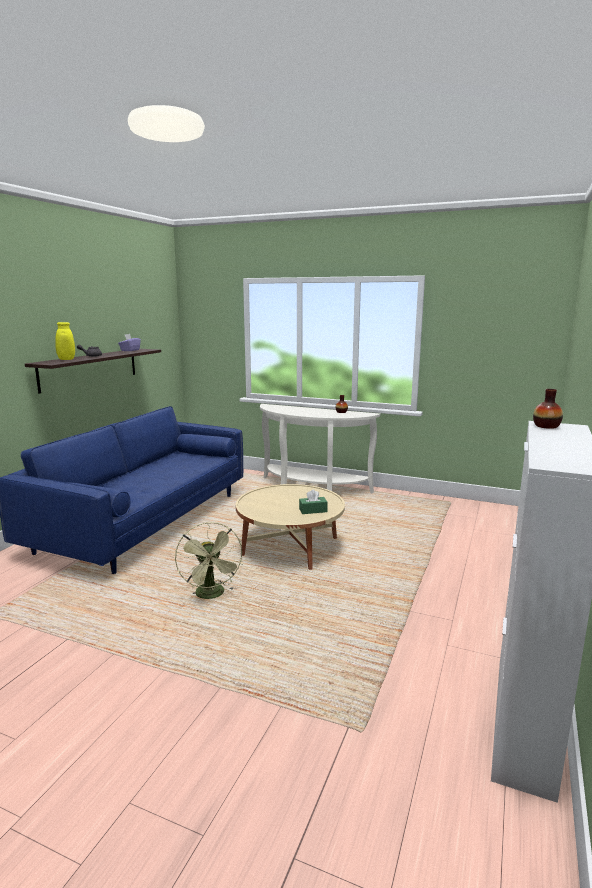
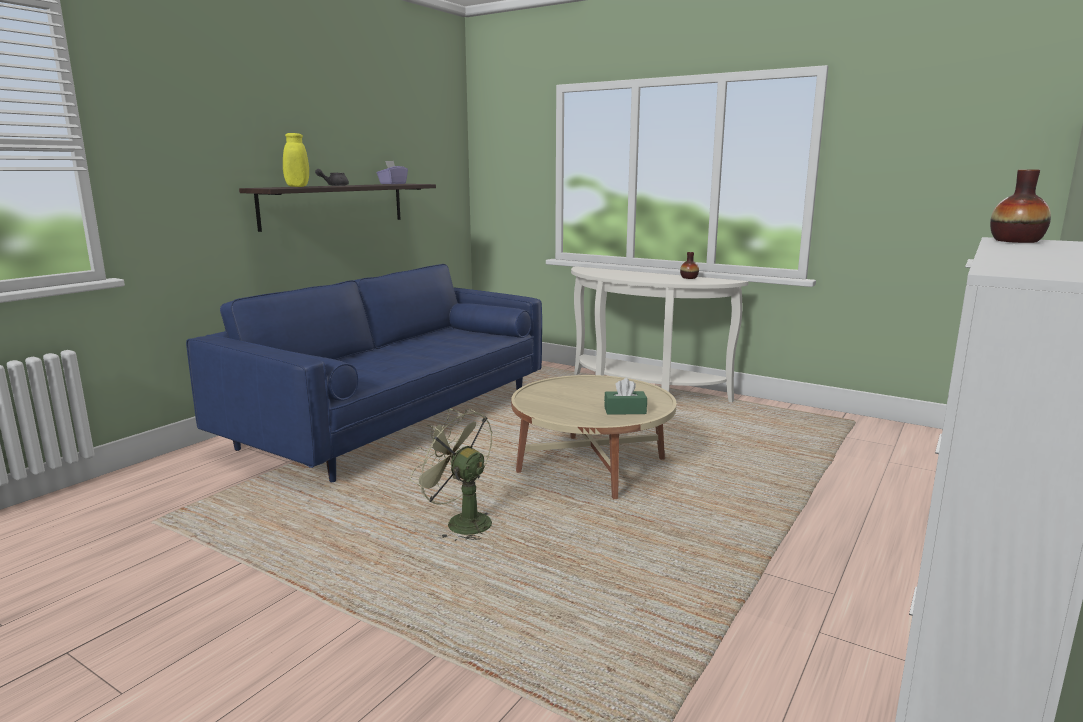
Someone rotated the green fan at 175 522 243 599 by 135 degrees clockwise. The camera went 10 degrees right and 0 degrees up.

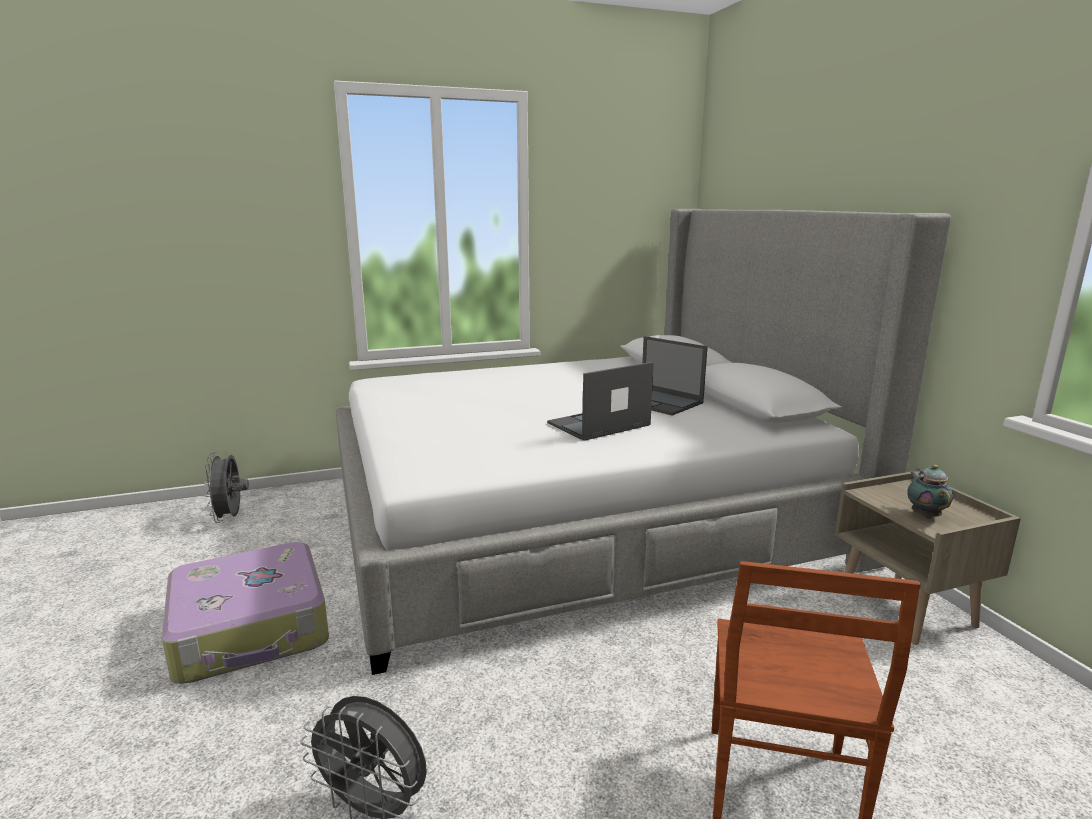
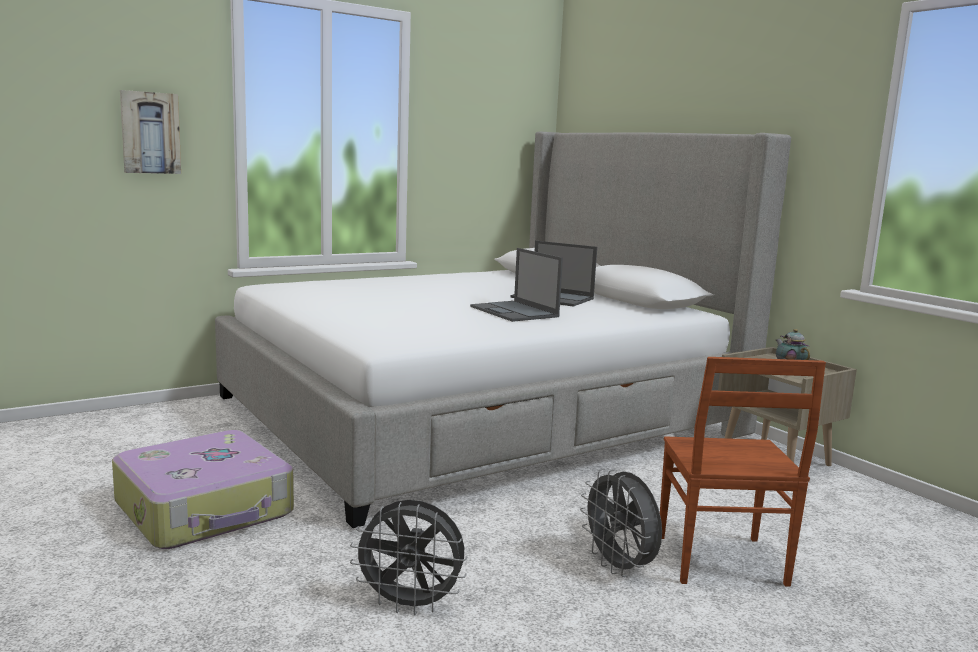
Someone put up the picture at 120 90 181 174. Someone carried the grey fan from 204 452 249 523 to 580 468 662 577. Someone rotated the laptop at 547 362 654 441 by 75 degrees counterclockwise. The camera went 15 degrees left and 5 degrees down.

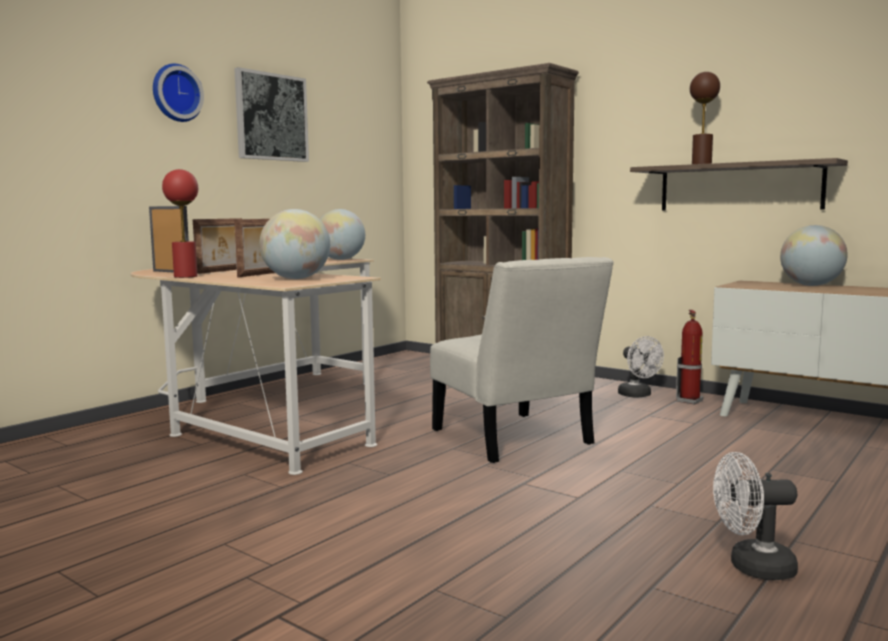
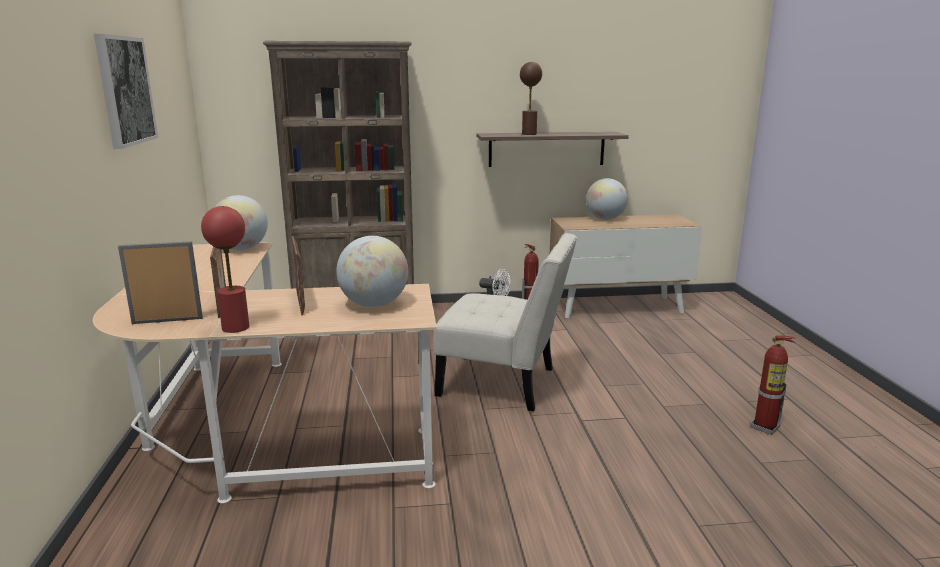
Someone took away the wall clock at 153 64 204 122. Someone swapped the white fan at 713 452 798 580 for the fire extinguisher at 750 336 796 435. The camera went 45 degrees left and 10 degrees up.

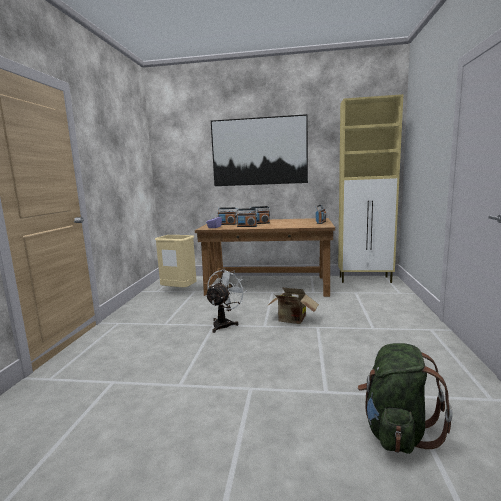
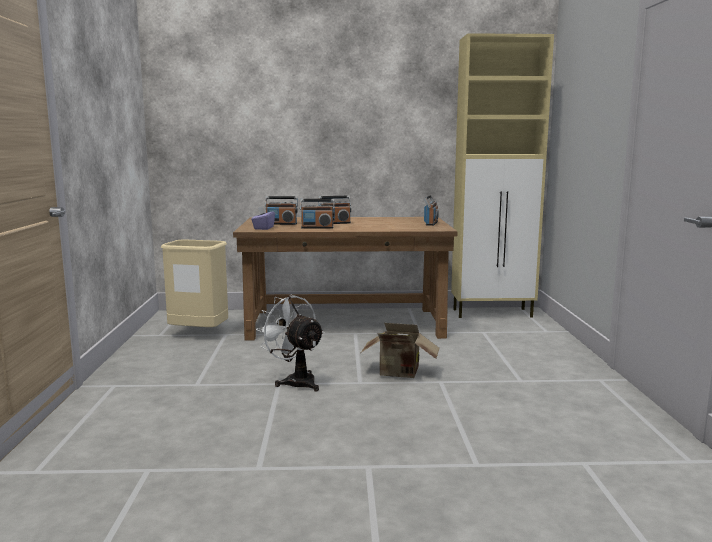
Someone took away the picture at 211 114 308 186. Someone took away the green backpack at 358 343 453 454. Someone rotated the white fan at 205 269 247 333 by 60 degrees counterclockwise. The camera went 10 degrees left and 0 degrees up.

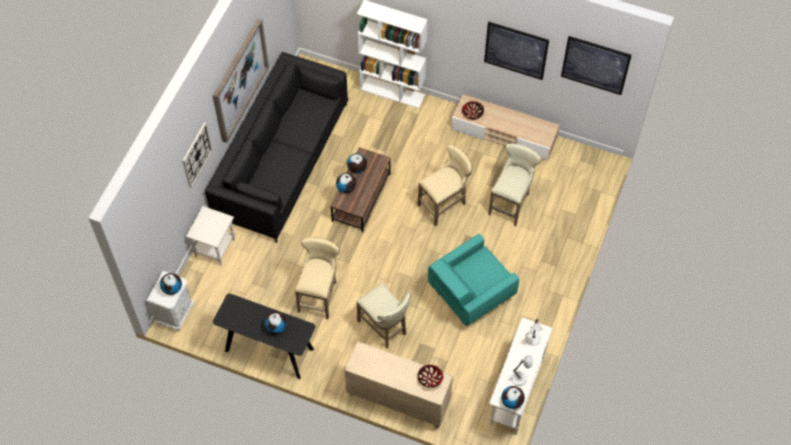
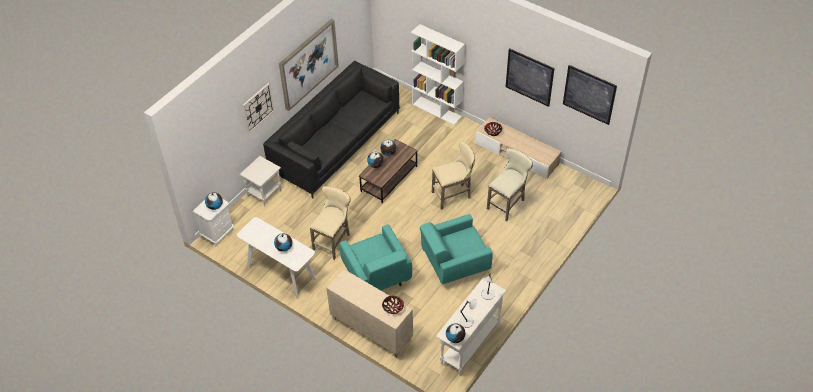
Someone swapped the beige stool at 356 283 411 349 for the turquoise armchair at 340 224 412 290. Someone repainted the black console table at 213 294 316 379, which became the white console table at 237 217 316 299. The camera went 15 degrees right and 10 degrees down.

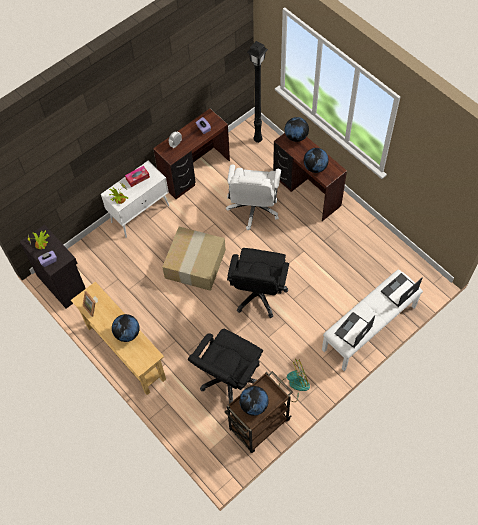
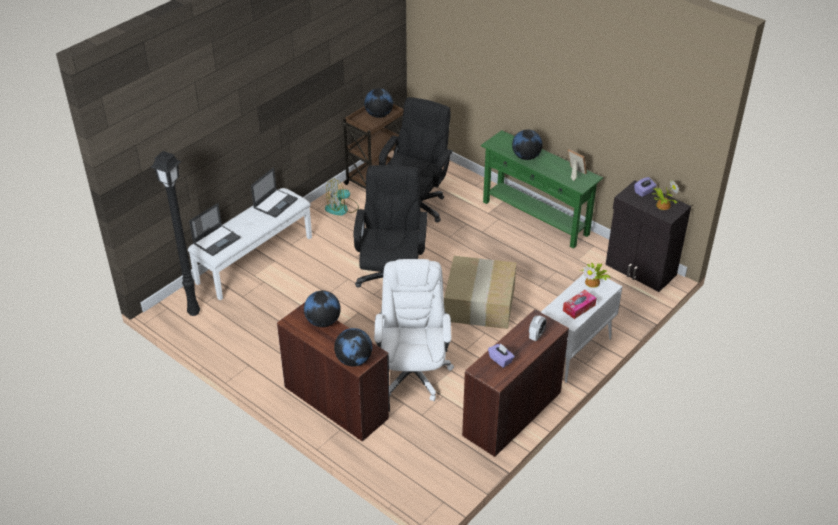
Someone carried the black floor lamp from 247 41 268 143 to 151 151 200 316. Someone repainted the beige console table at 71 282 166 395, which became the green console table at 481 130 603 249. The camera went 170 degrees right and 20 degrees down.

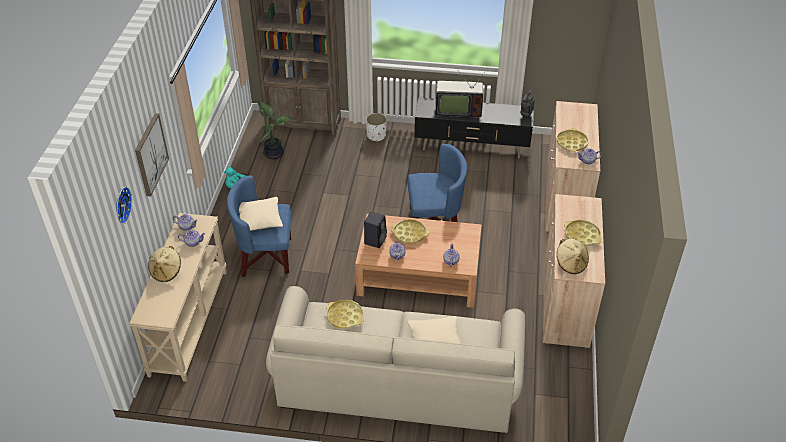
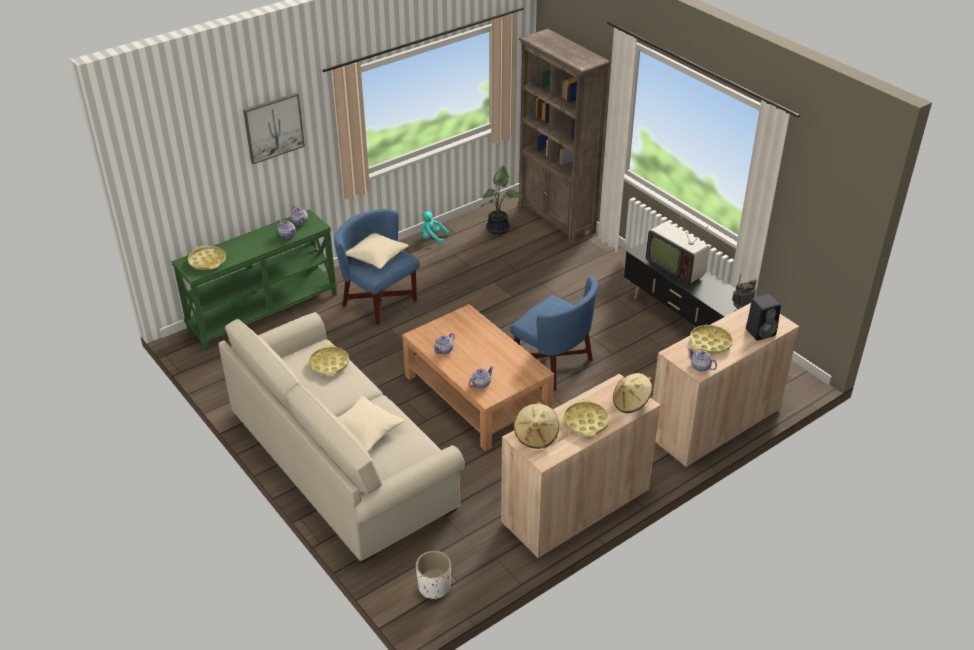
Someone took away the wall clock at 116 187 132 224. Someone carried the beige hat from 148 246 181 282 to 613 373 653 413. Someone carried the black speaker from 364 211 387 248 to 746 294 781 341. Someone carried the white planter from 366 113 387 142 to 416 551 451 599. Someone carried the yellow tray from 391 219 429 244 to 188 246 226 270. Someone repainted the beige console table at 129 213 227 382, which became the green console table at 171 209 337 351. The camera went 45 degrees right and 5 degrees down.

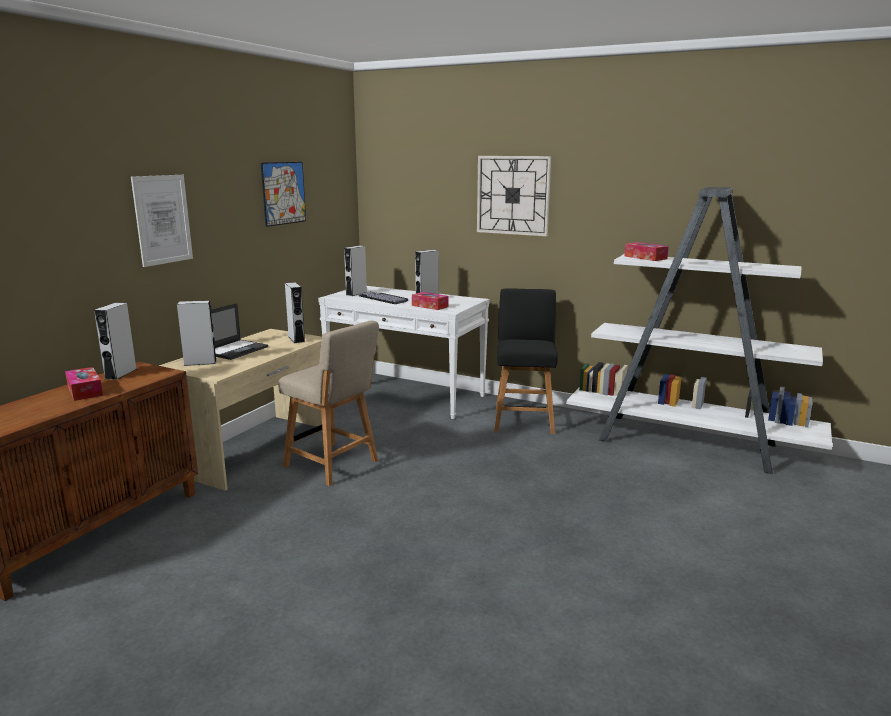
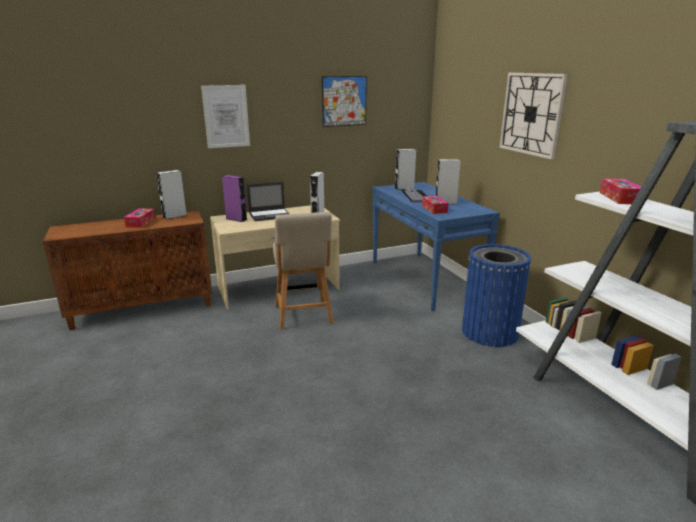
Someone swapped the black chair at 494 288 558 434 for the blue trash can at 462 244 531 347. Someone repainted the grey speaker at 177 300 217 366, which became the purple speaker at 222 175 247 222. Someone repainted the white console table at 318 286 490 419, which became the blue console table at 372 182 500 311. The camera went 40 degrees right and 5 degrees up.

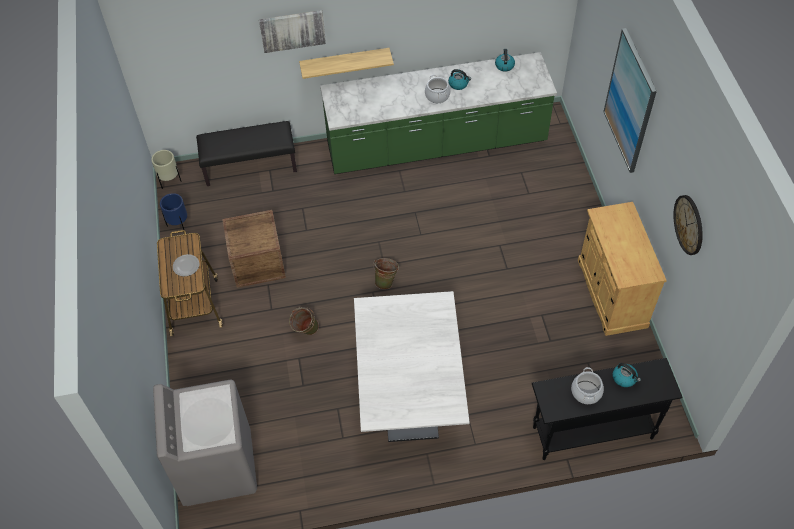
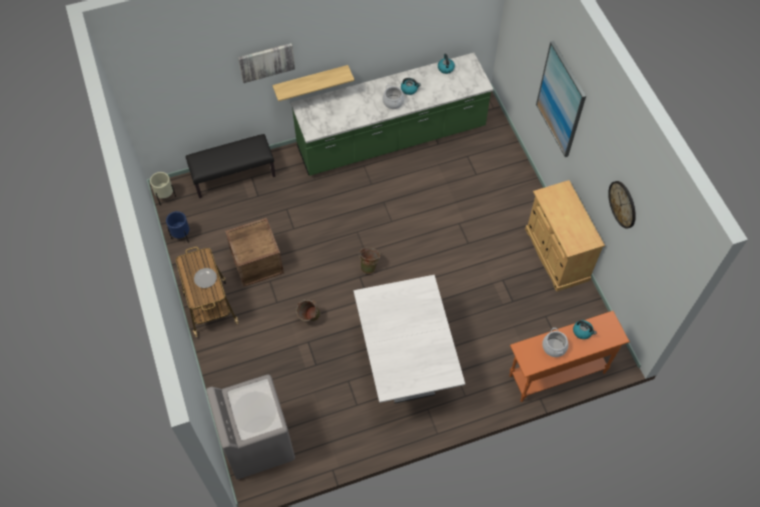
Someone repainted the black console table at 532 358 683 460, which became the orange console table at 509 311 630 402. The camera went 10 degrees left and 5 degrees up.

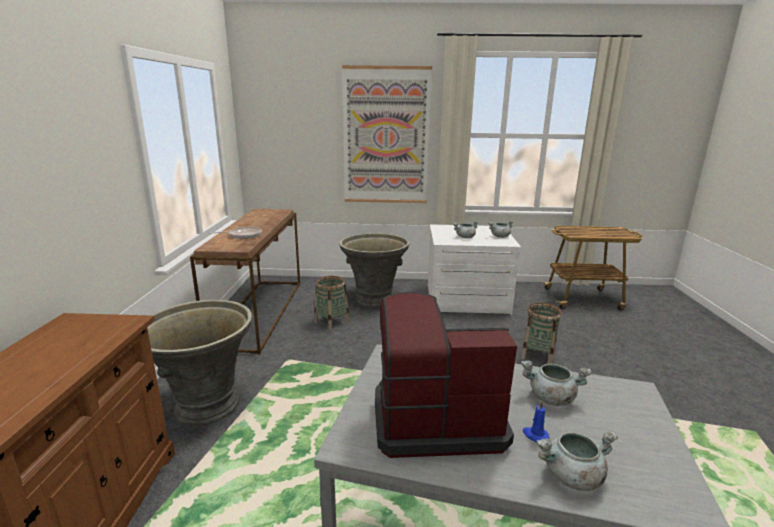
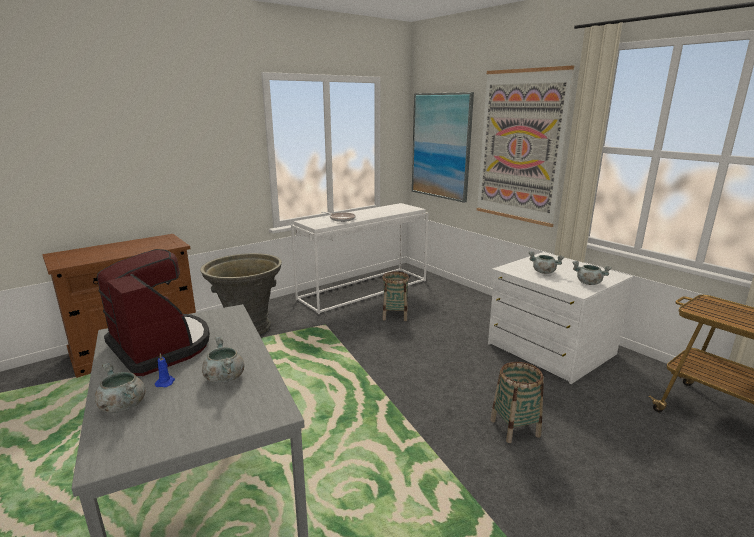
Someone took away the grey planter at 339 233 410 307. Someone put up the picture at 412 92 474 203. Someone repainted the brown console table at 190 209 300 354, which became the white console table at 291 203 428 314. The camera went 50 degrees right and 0 degrees up.

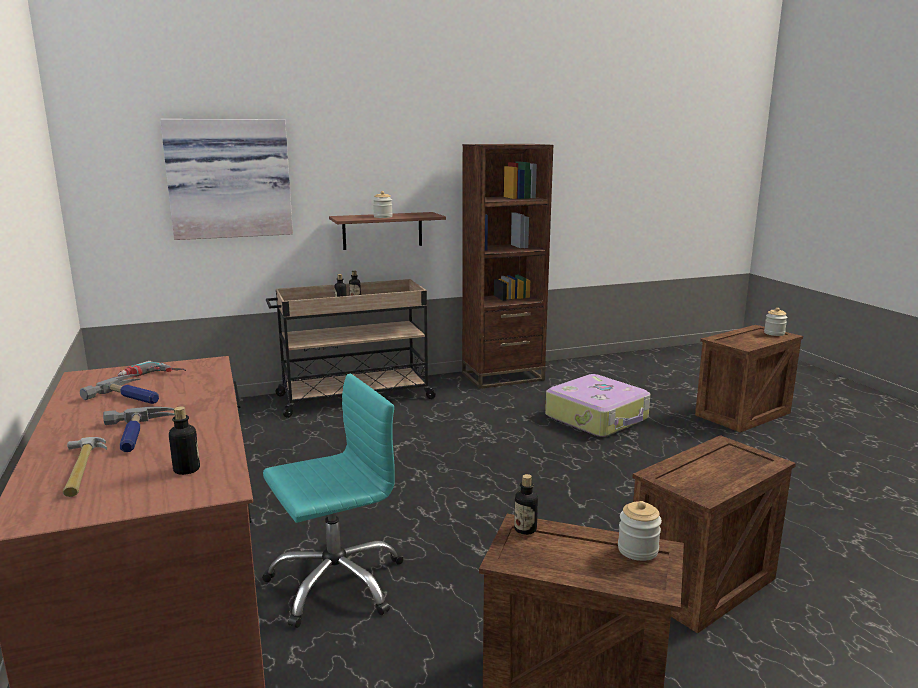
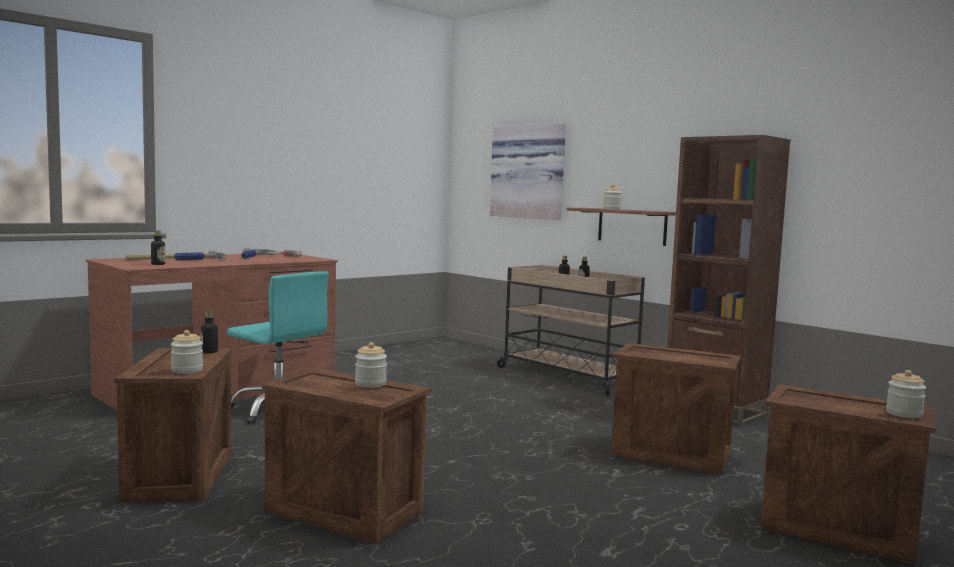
Someone put down the jar at 355 342 387 387. Someone swapped the suitcase at 545 374 650 437 for the crate at 611 343 741 475. The camera went 65 degrees right and 10 degrees down.

